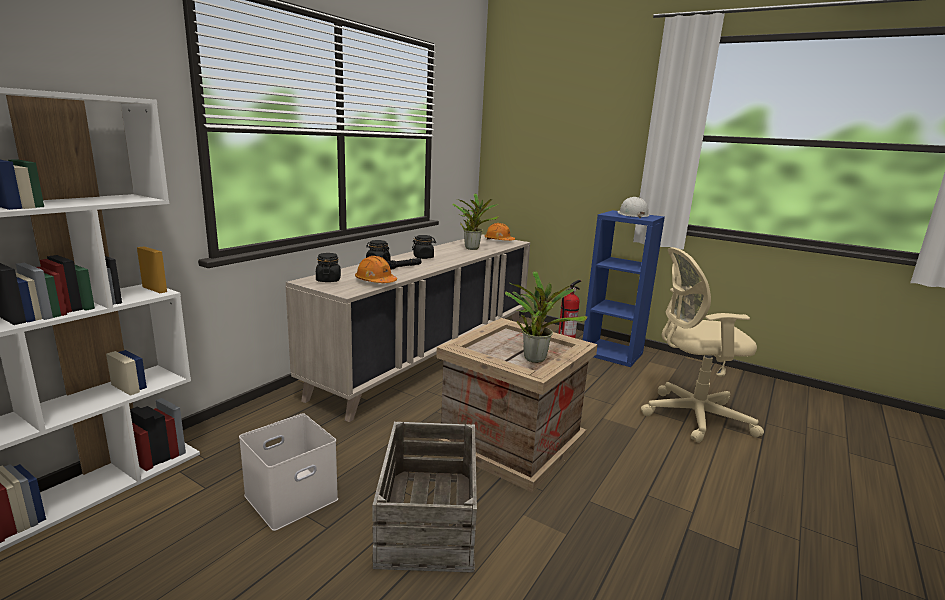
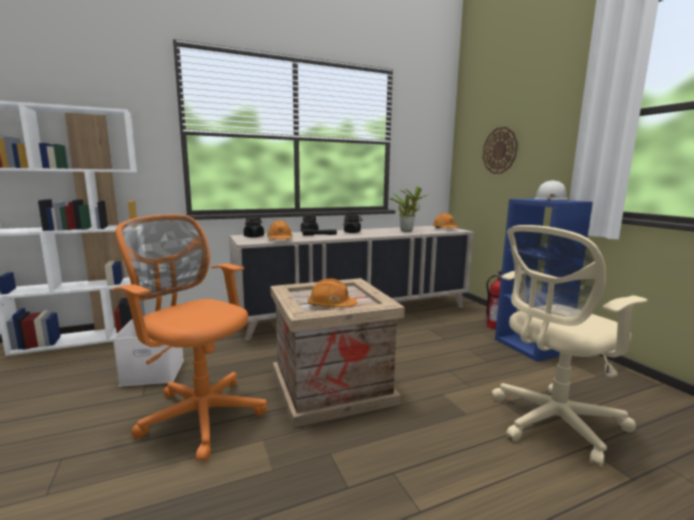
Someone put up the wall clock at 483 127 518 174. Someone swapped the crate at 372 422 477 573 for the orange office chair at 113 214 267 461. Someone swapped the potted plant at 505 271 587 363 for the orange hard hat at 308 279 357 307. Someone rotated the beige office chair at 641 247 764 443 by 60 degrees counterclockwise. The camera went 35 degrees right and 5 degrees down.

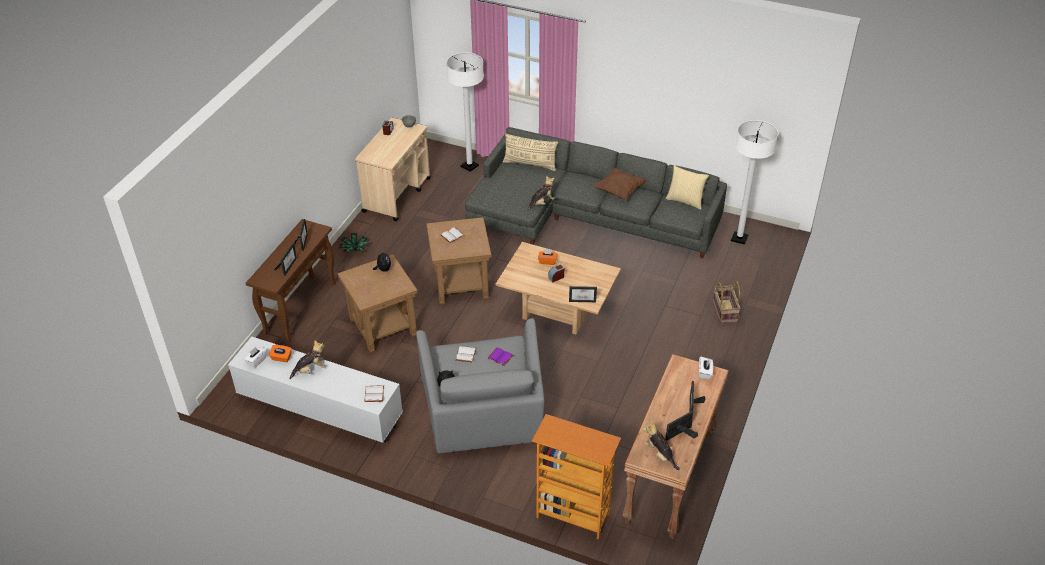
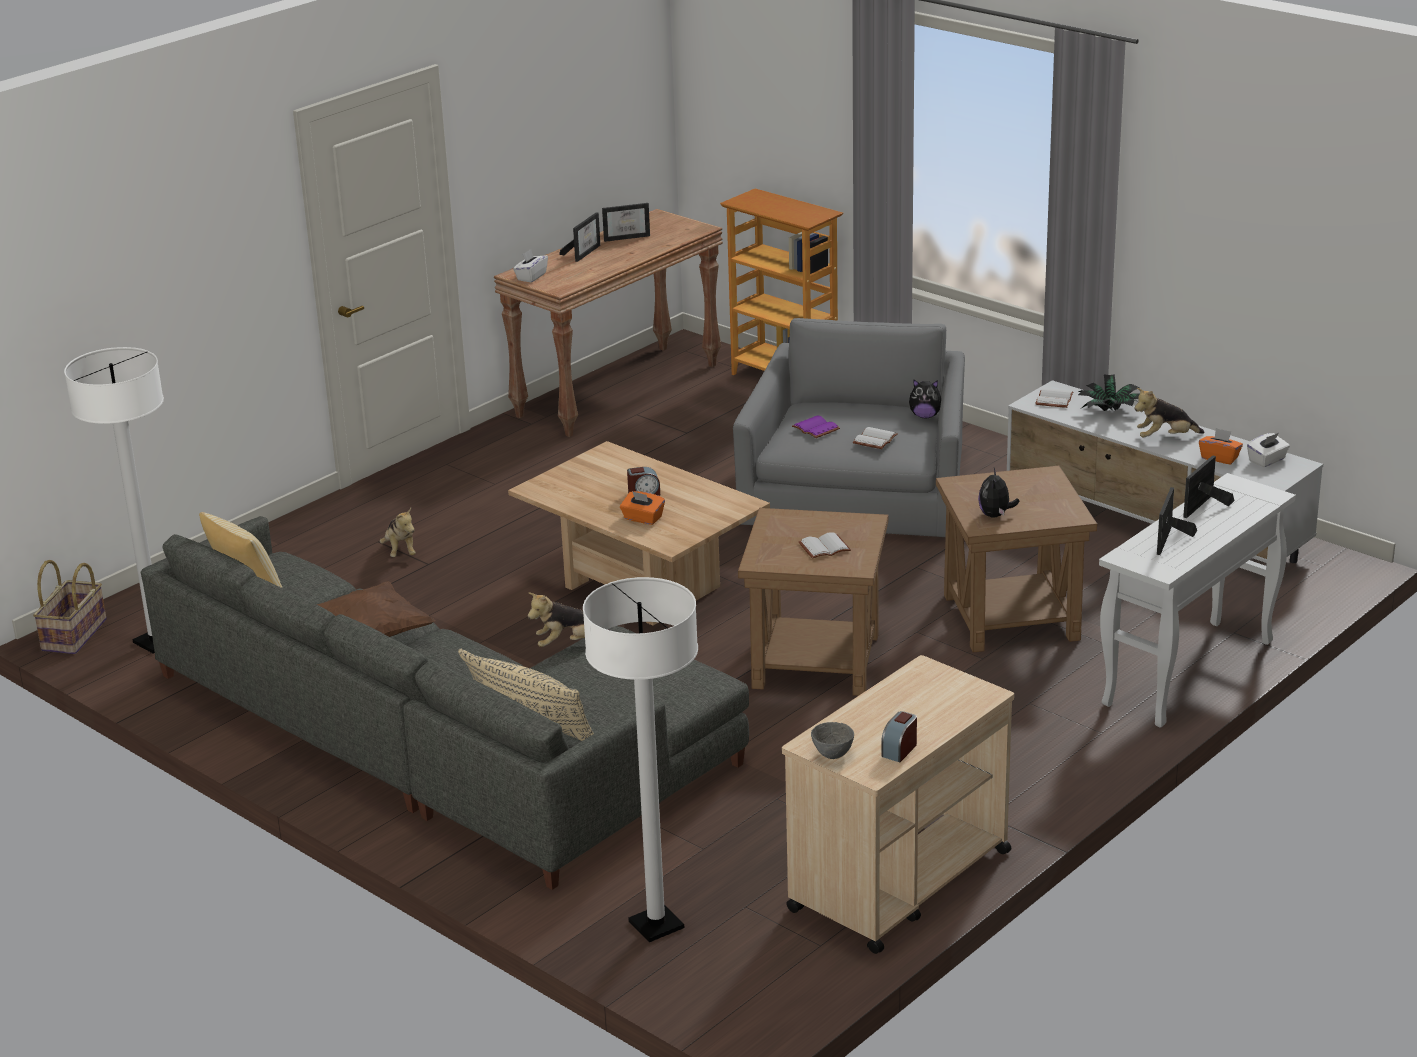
Someone took away the picture frame at 569 286 597 302. Someone carried the potted plant from 339 233 370 253 to 1078 374 1140 411. Someone carried the plush toy from 643 420 680 470 to 380 508 416 557. Someone carried the basket from 713 281 741 323 to 33 560 107 654. Someone repainted the brown console table at 246 219 336 342, which became the white console table at 1099 473 1296 728. The camera went 160 degrees left and 15 degrees down.

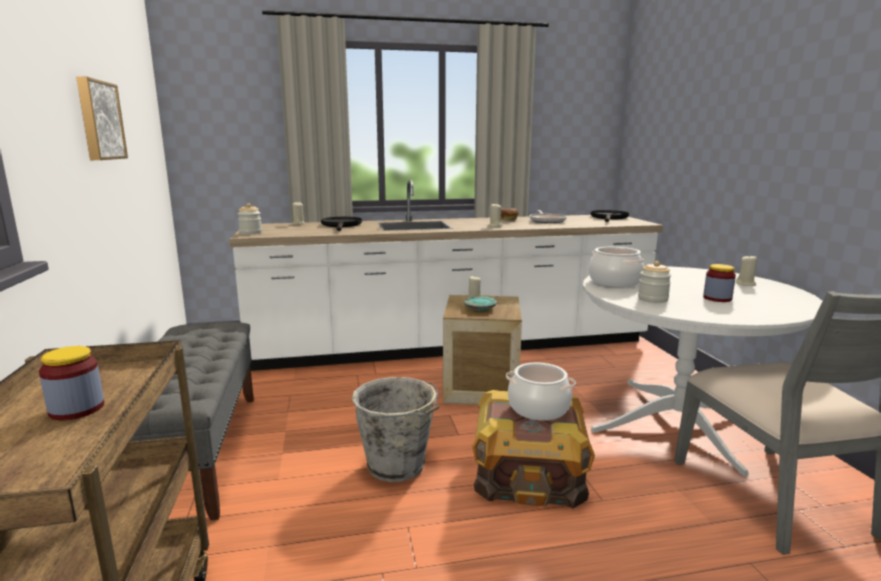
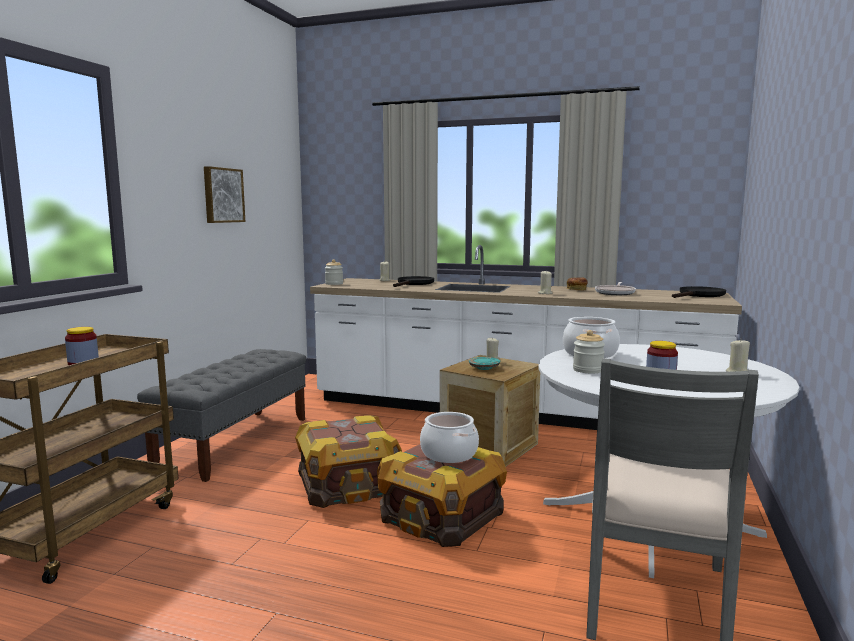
Someone swapped the grey bucket at 352 377 439 482 for the crate at 295 415 402 508. The camera went 30 degrees right and 5 degrees down.

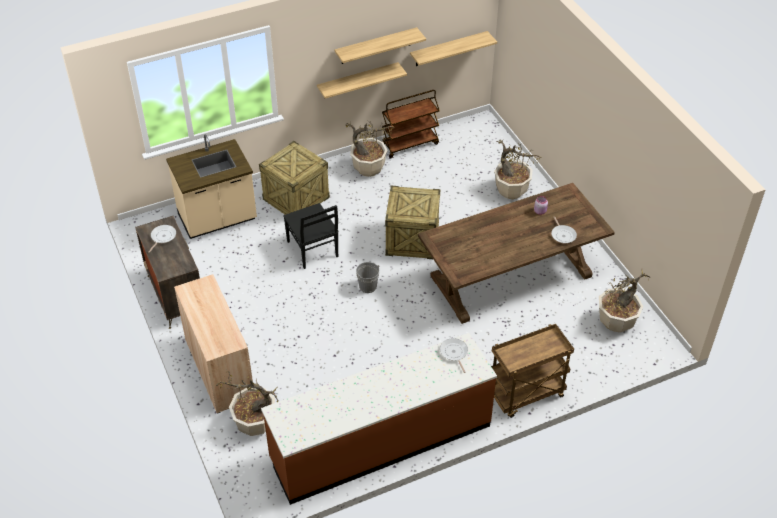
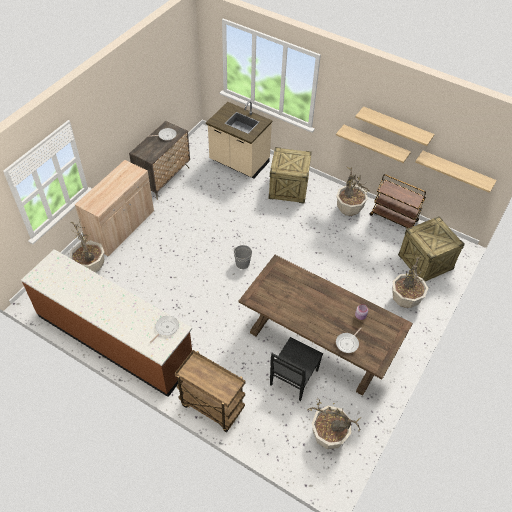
Someone carried the black chair from 283 203 338 269 to 270 337 323 401. Someone carried the crate from 385 186 440 259 to 398 216 465 282. The camera went 55 degrees right and 5 degrees up.

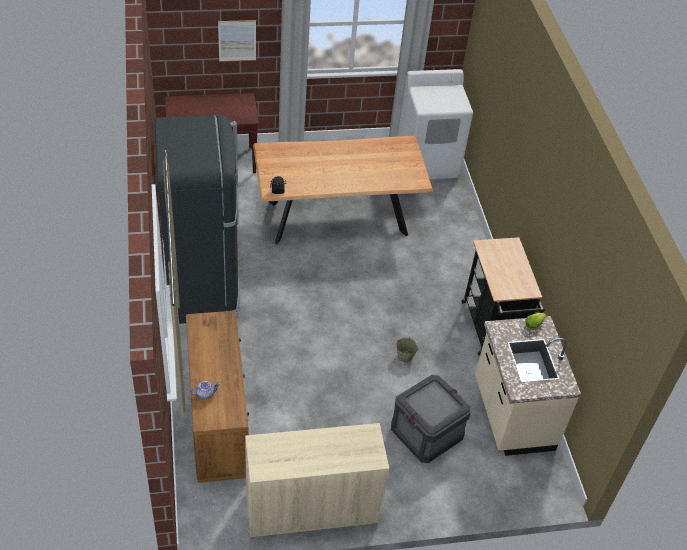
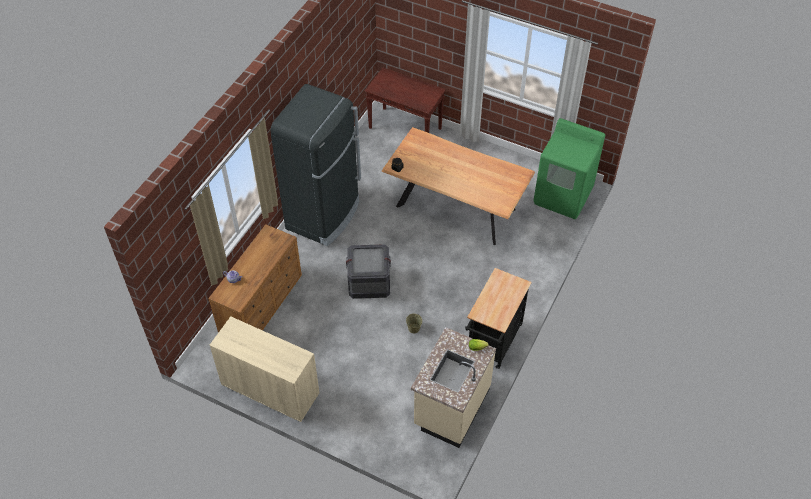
Someone took away the picture at 218 20 256 62. Someone carried the crate from 391 375 471 463 to 346 244 391 299. Someone repainted the white washing machine at 398 69 473 179, which became the green washing machine at 533 118 605 219. The camera went 40 degrees right and 5 degrees up.

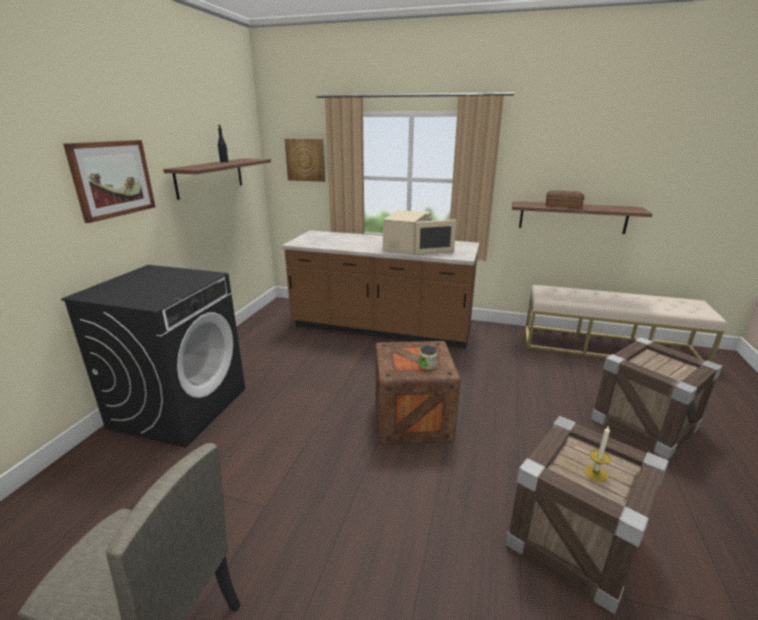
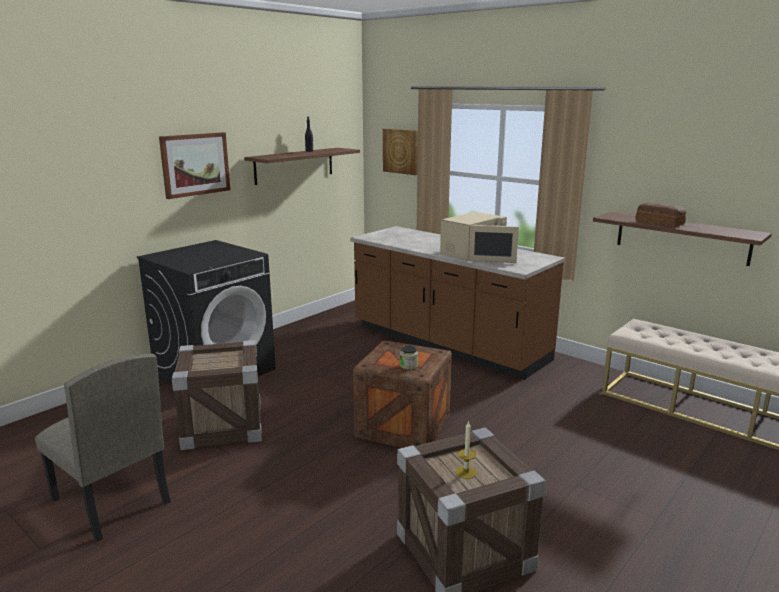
Someone carried the crate from 591 337 722 460 to 172 340 262 450. The camera went 25 degrees right and 5 degrees down.

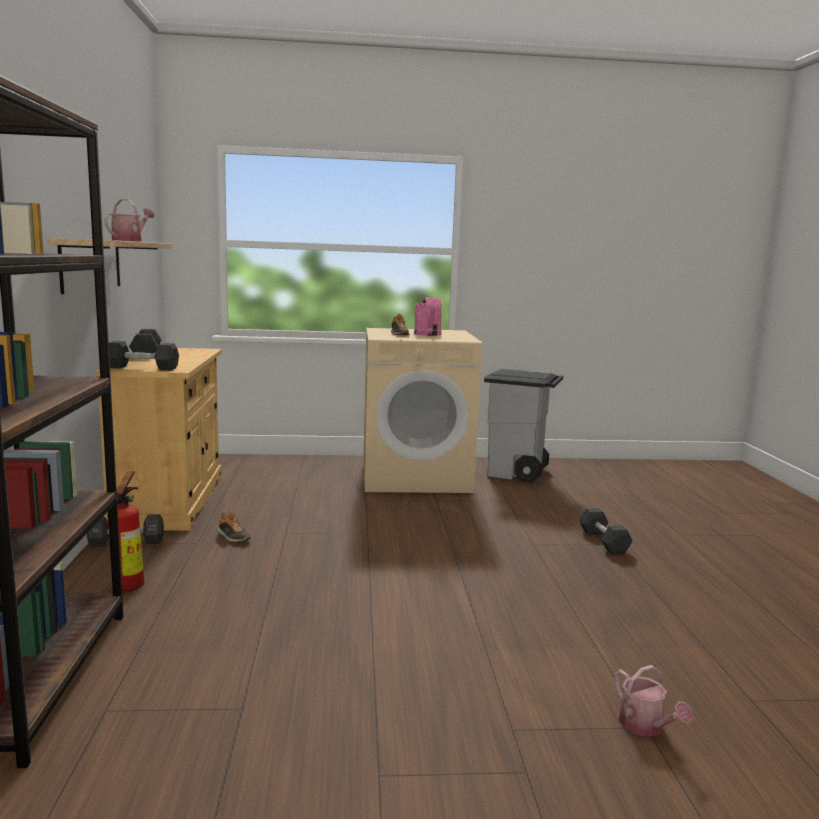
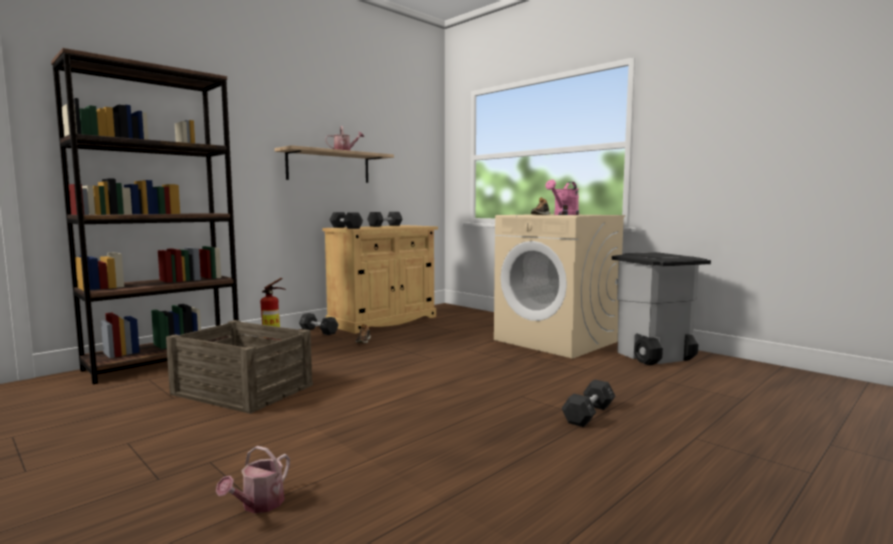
Someone put down the crate at 166 320 313 414. The camera went 50 degrees right and 5 degrees down.

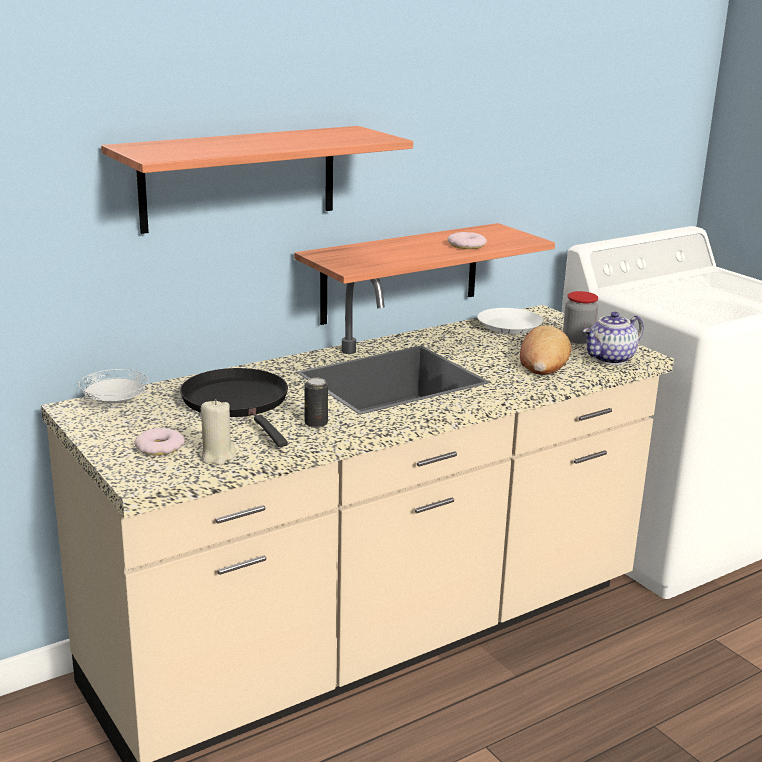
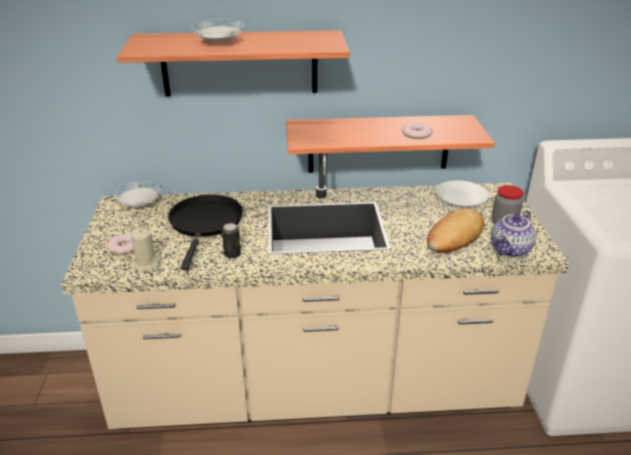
Someone put down the white plate at 191 19 244 43. Someone rotated the teapot at 583 312 644 365 by 45 degrees counterclockwise. The camera went 30 degrees right and 10 degrees up.

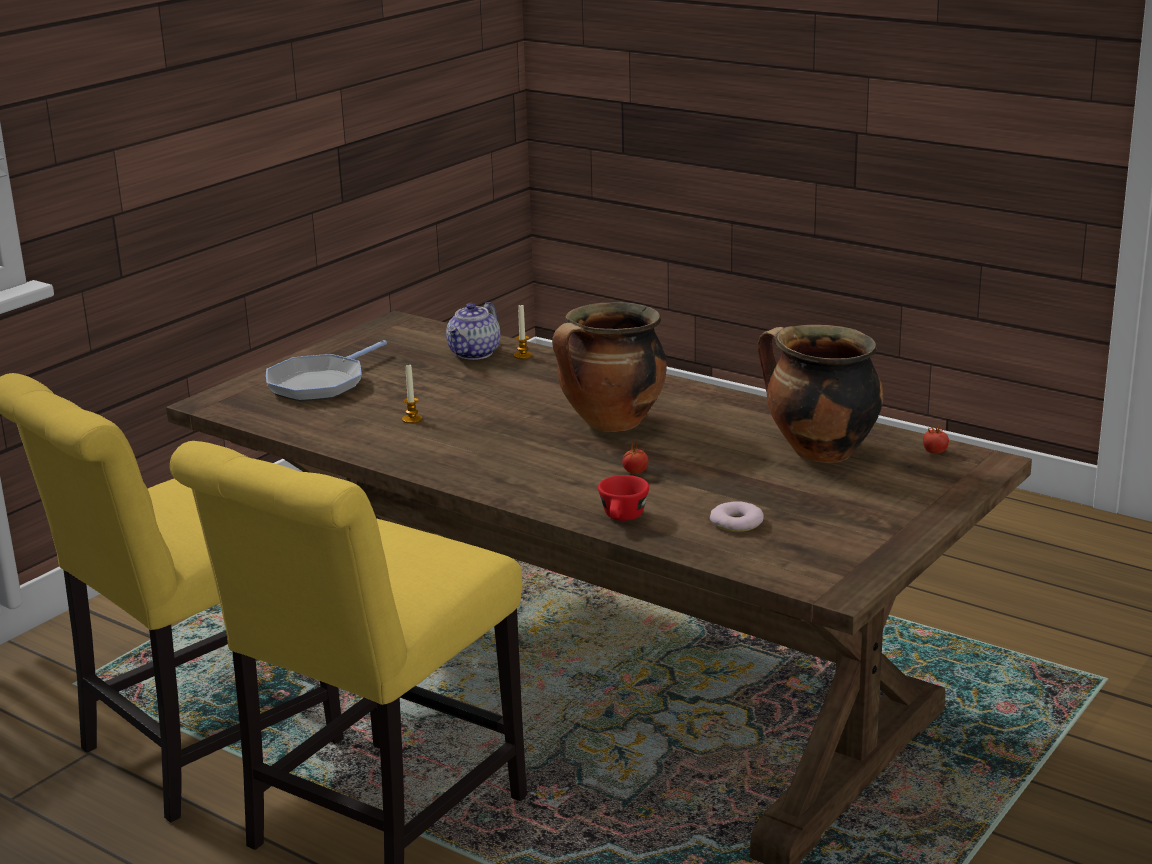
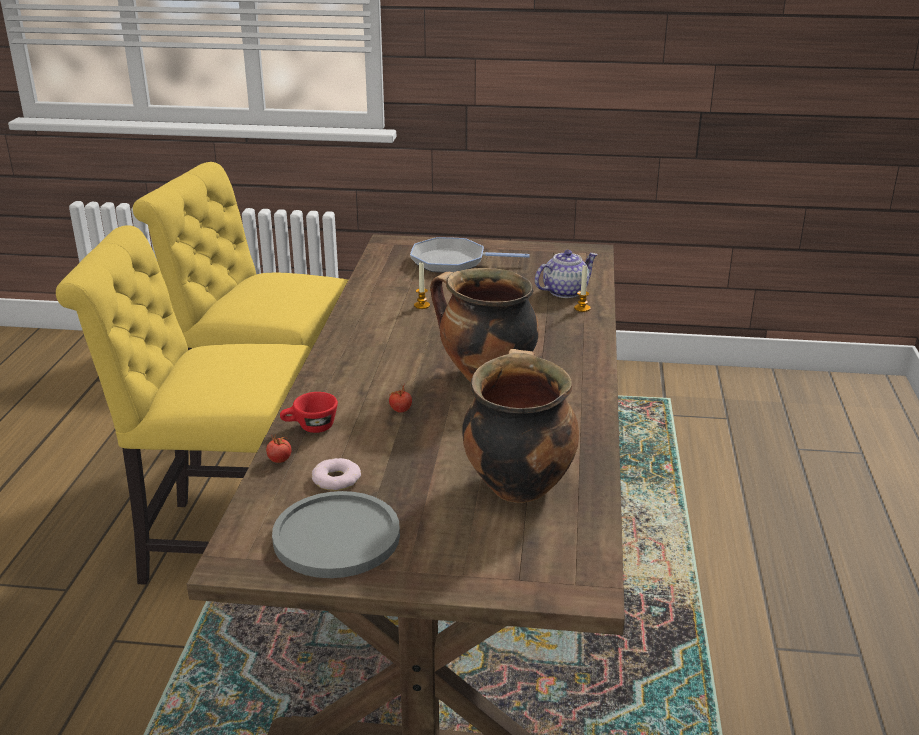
Someone put down the grey plate at 272 491 400 578. Someone carried the tomato from 923 425 949 454 to 266 434 291 463. Someone rotated the teapot at 446 302 500 360 by 150 degrees clockwise. The camera went 60 degrees right and 5 degrees up.

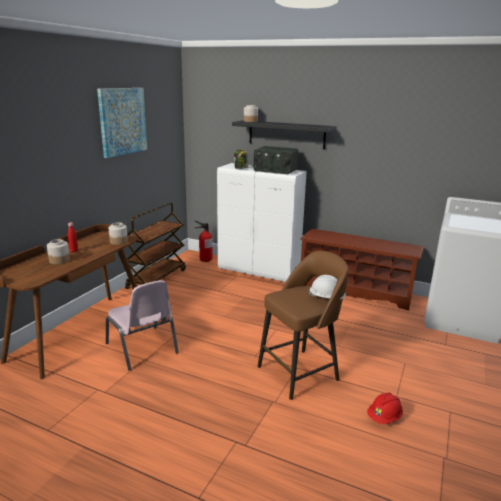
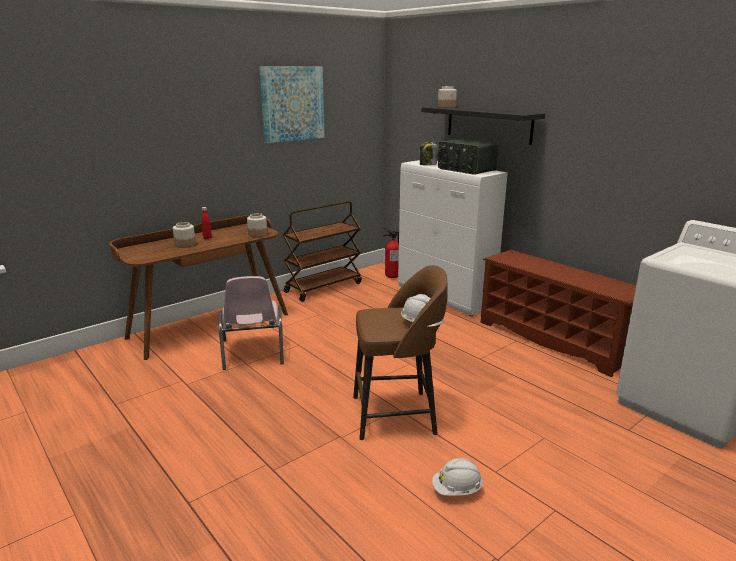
Someone repainted the red hard hat at 367 393 403 424, which became the white hard hat at 432 458 483 496. The camera went 25 degrees right and 0 degrees up.

